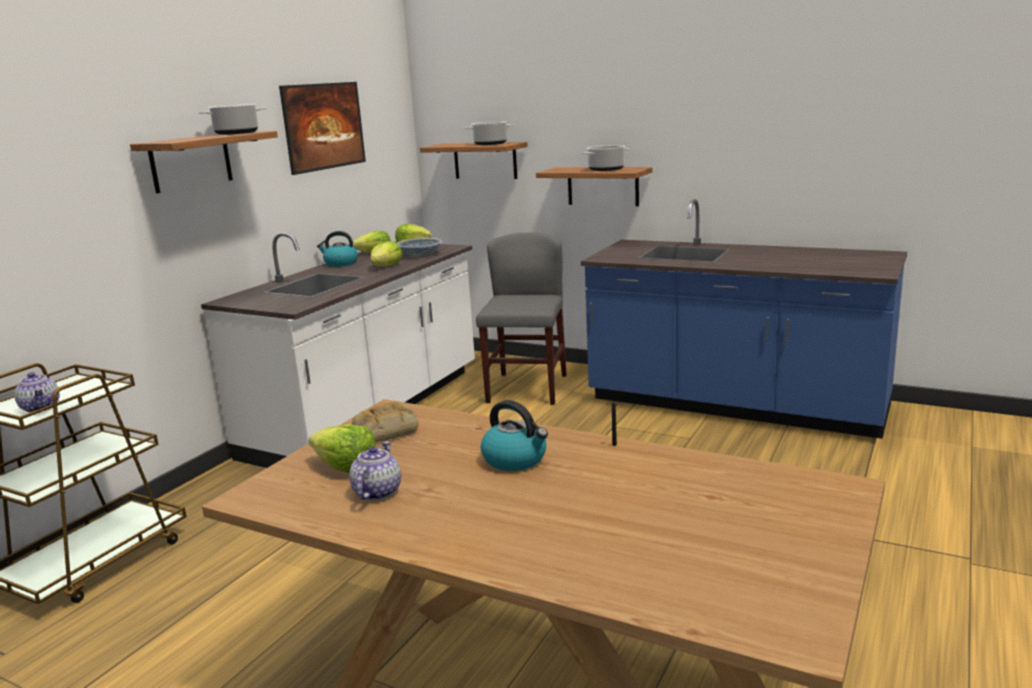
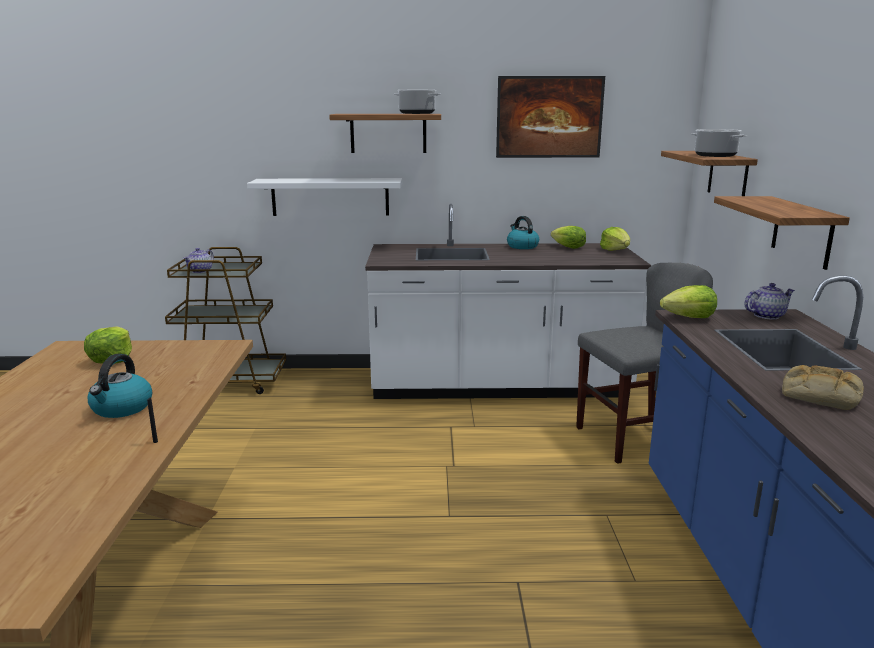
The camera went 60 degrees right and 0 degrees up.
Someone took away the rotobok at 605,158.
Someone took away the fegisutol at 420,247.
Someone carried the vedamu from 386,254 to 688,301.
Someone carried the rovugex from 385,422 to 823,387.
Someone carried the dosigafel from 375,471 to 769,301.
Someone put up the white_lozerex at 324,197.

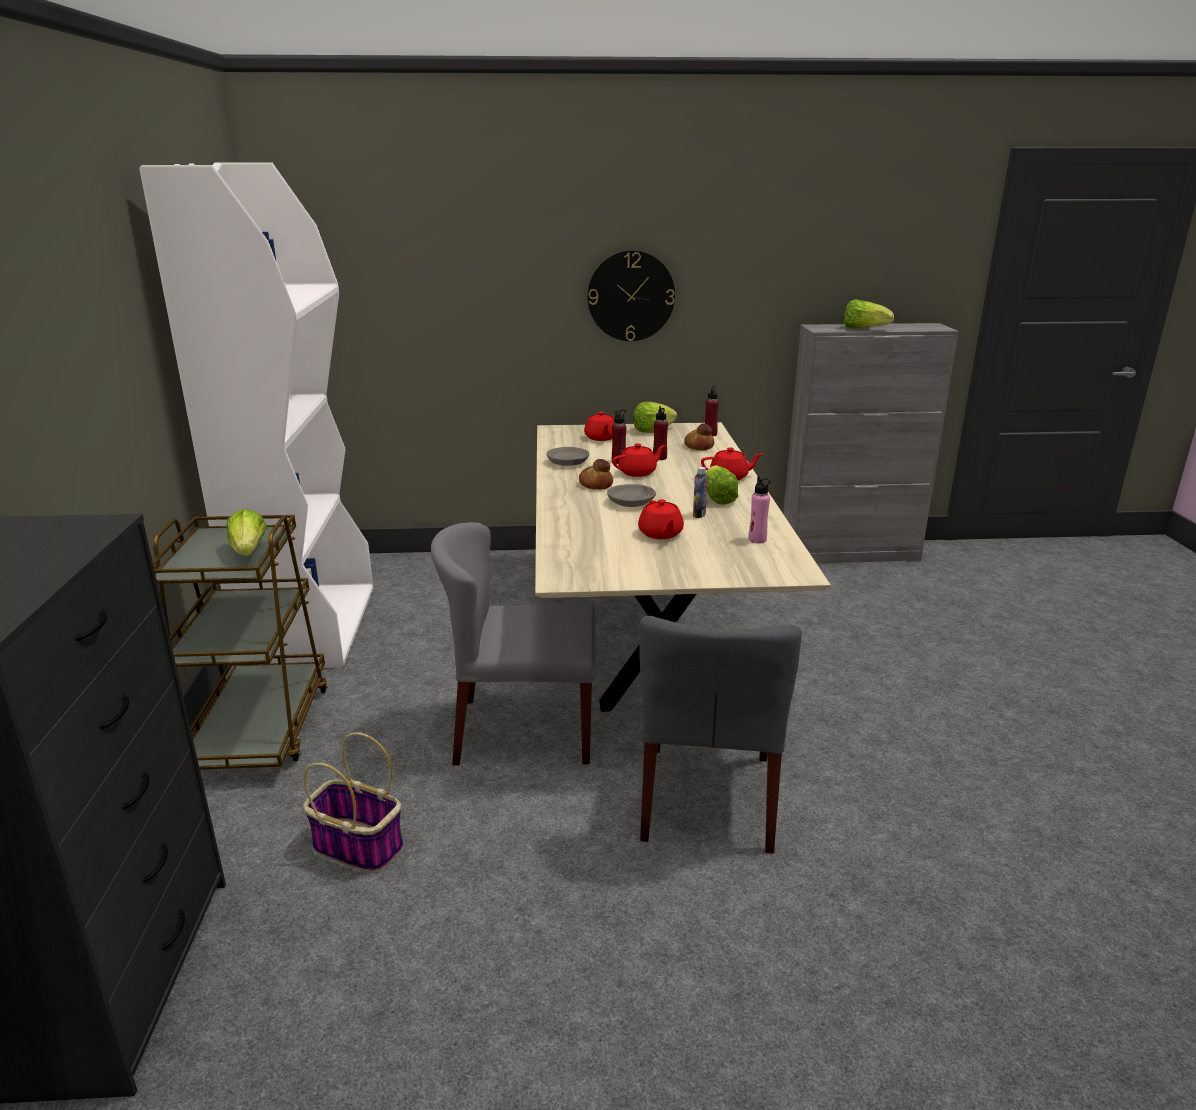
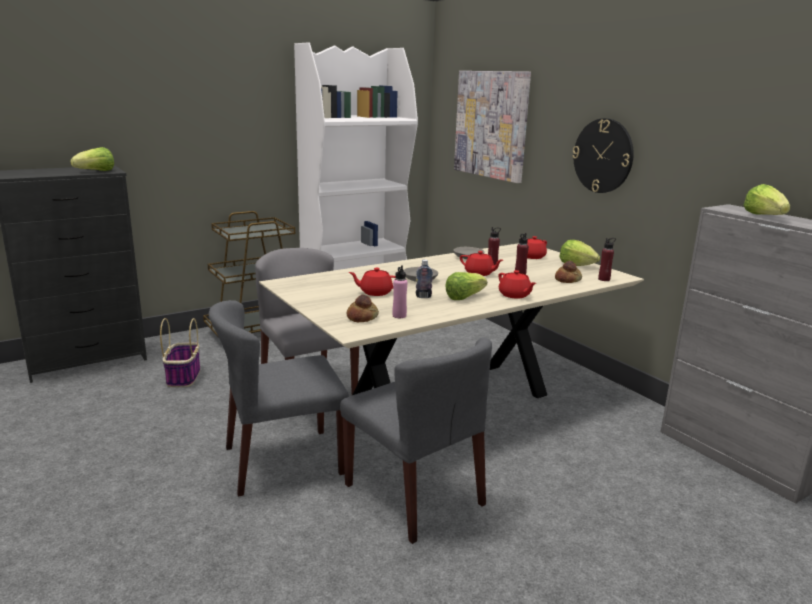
The camera went 60 degrees right and 5 degrees down.
Someone carried the rovugex from 596,474 to 363,308.
Someone rotated the red_dosigafel at 661,519 by 45 degrees clockwise.
Someone carried the vedamu from 246,532 to 92,159.
Someone put up the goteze at 492,127.
Someone put down the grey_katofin at 416,440.

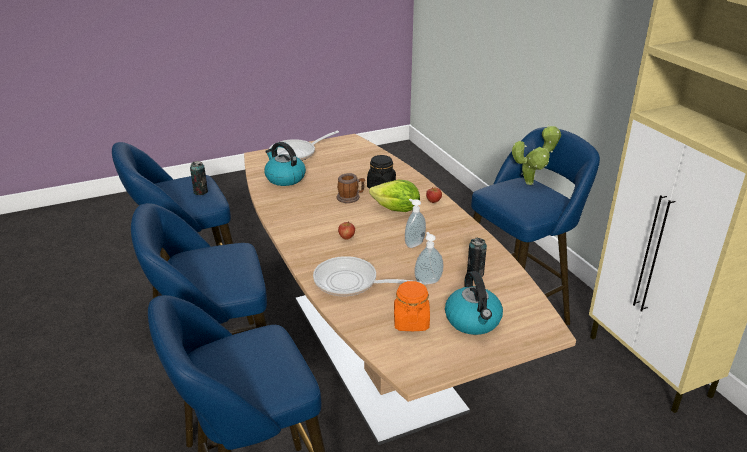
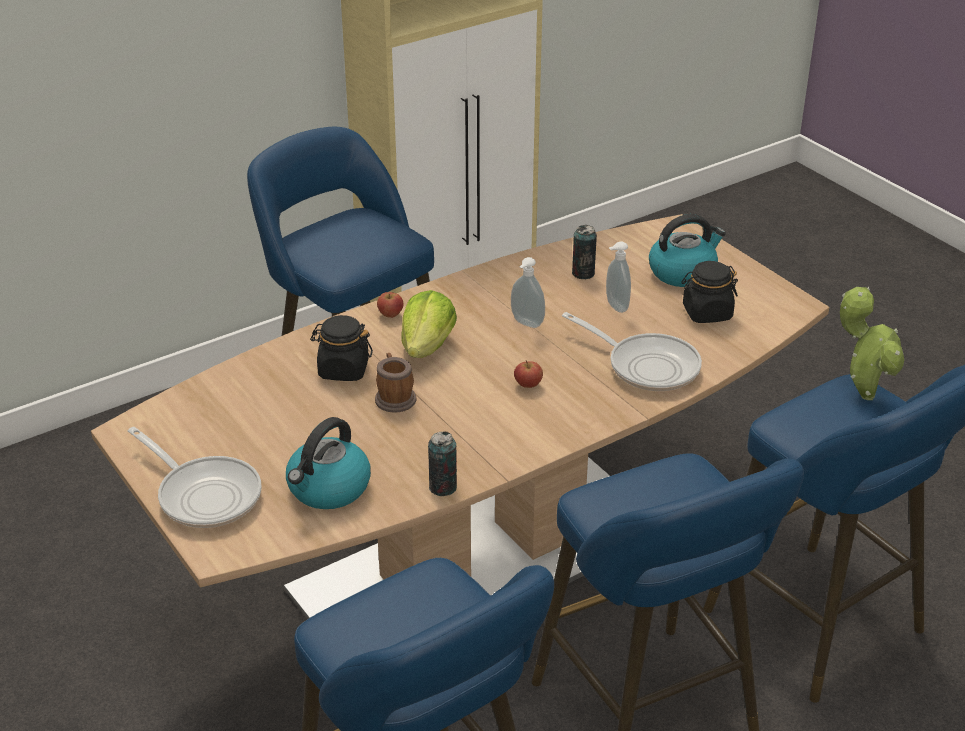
The camera went 100 degrees left and 5 degrees up.
Someone carried the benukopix from 536,155 to 872,343.
Someone carried the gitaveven from 199,178 to 442,463.
Someone rotated the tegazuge at 367,276 by 60 degrees counterclockwise.
Someone repainted the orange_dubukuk at 412,306, which became the black_dubukuk at 709,292.

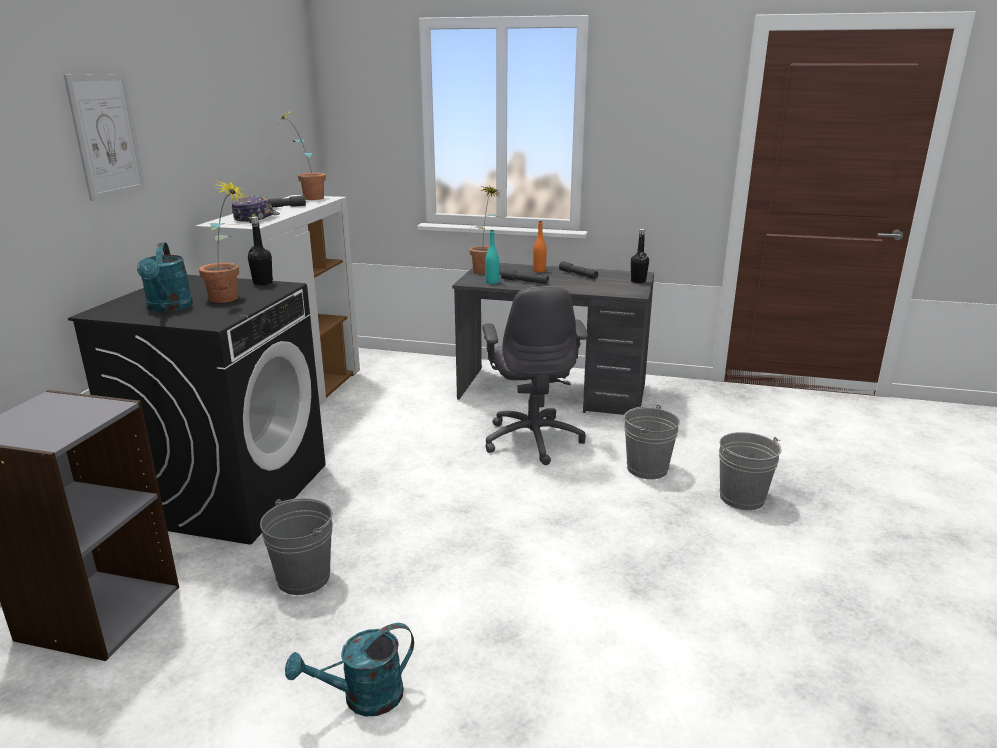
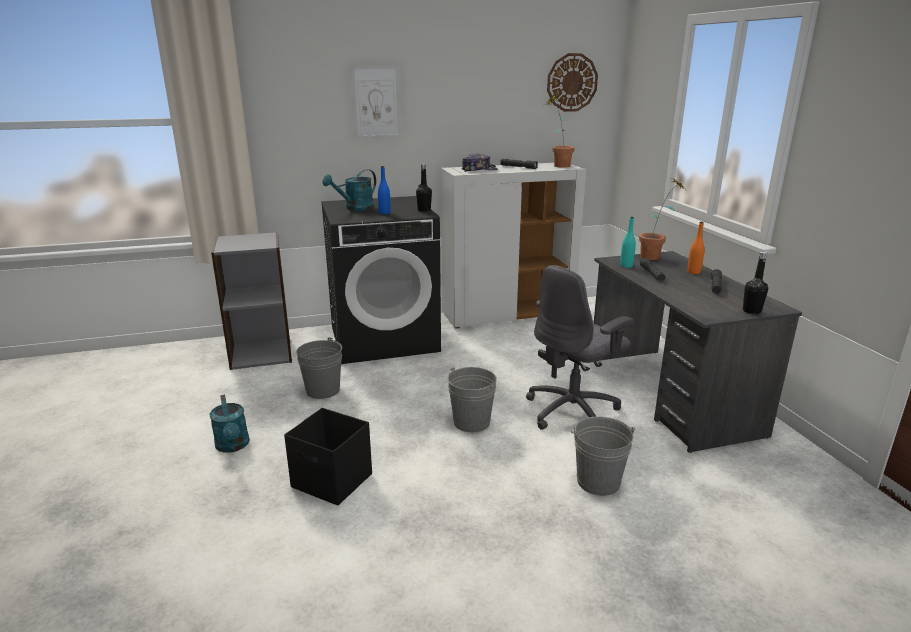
The camera went 60 degrees right and 0 degrees up.
Someone swapped the benukopix at 224,241 for the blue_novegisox at 384,190.
Someone carried the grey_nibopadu from 750,471 to 472,399.
Someone rotated the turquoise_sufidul at 349,669 by 150 degrees counterclockwise.
Someone put up the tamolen at 572,82.
Someone put down the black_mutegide at 328,457.

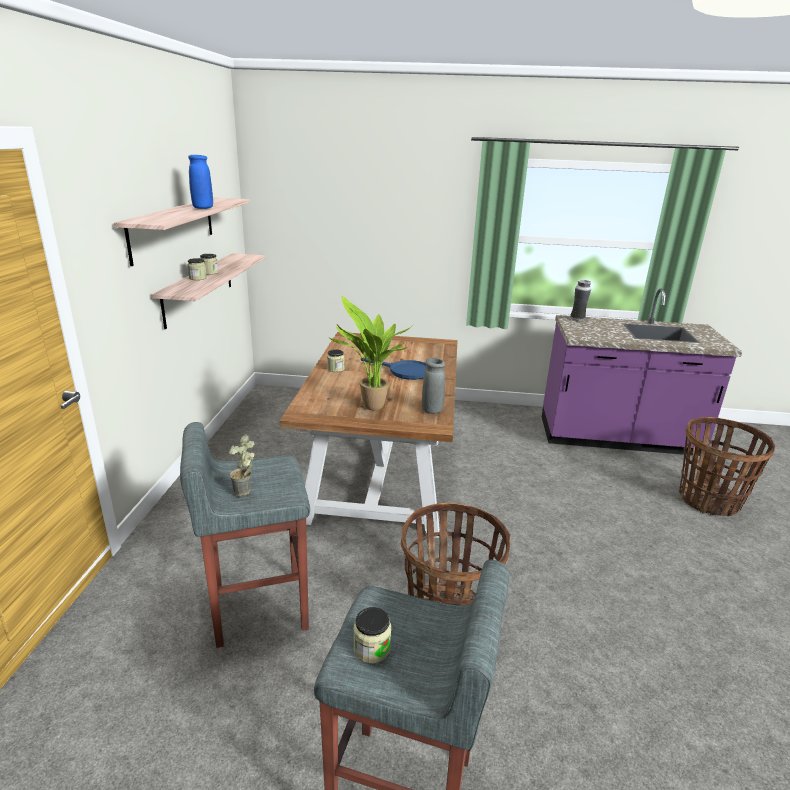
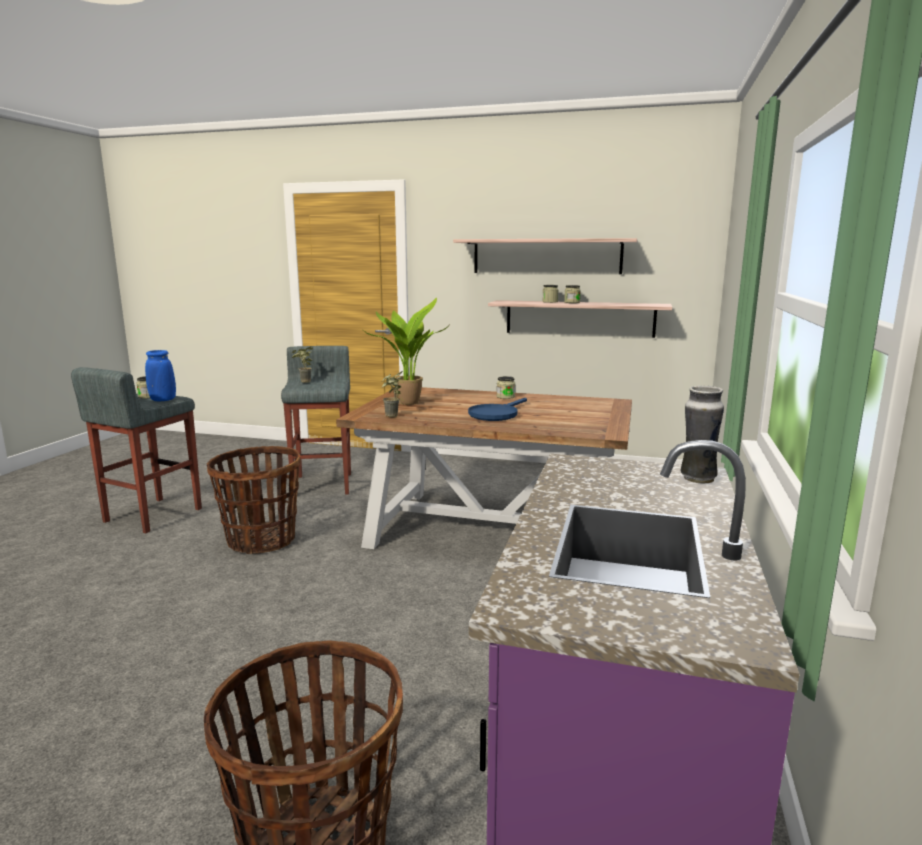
The camera went 100 degrees right and 10 degrees down.
Someone carried the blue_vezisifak from 200,182 to 160,375.
Someone swapped the grey_vezisifak at 433,386 for the benukopix at 392,393.

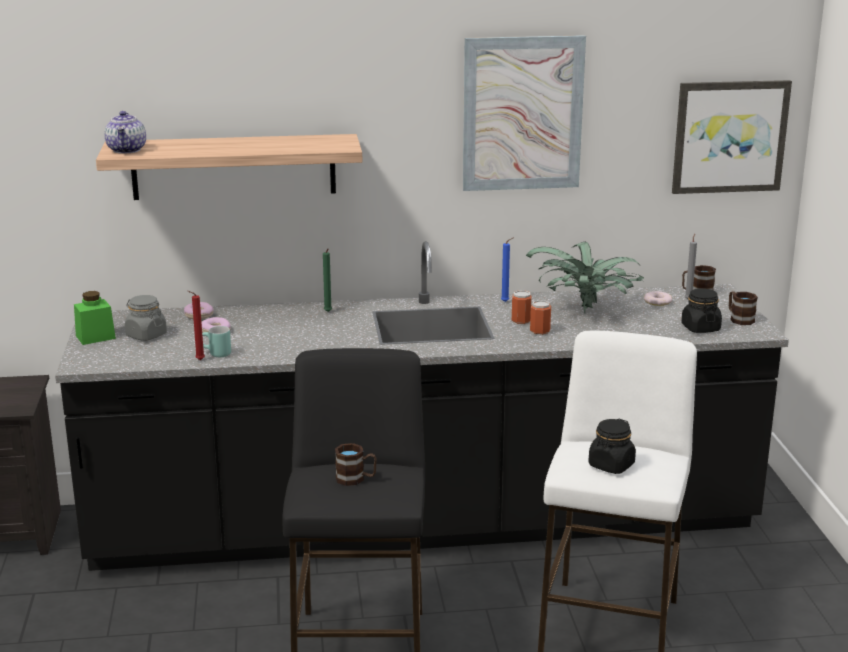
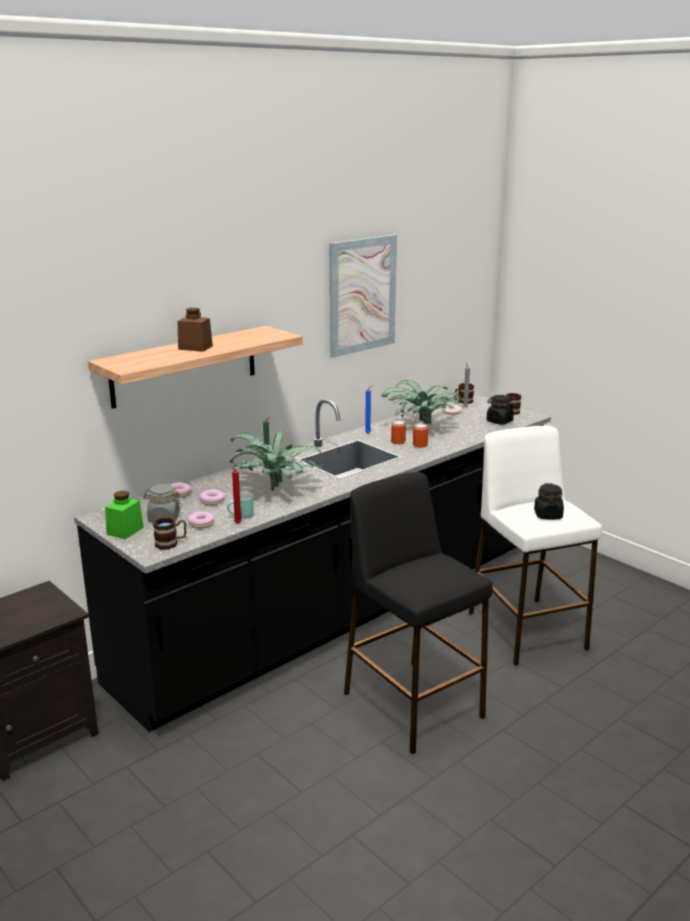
The camera went 35 degrees left and 0 degrees up.
Someone took away the goteze at 732,137.
Someone took away the dosigafel at 125,132.
Someone carried the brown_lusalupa from 356,464 to 169,533.
Someone put down the brown_dubukuk at 195,330.
Someone put down the benukopix at 275,461.
Someone put down the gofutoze at 200,520.

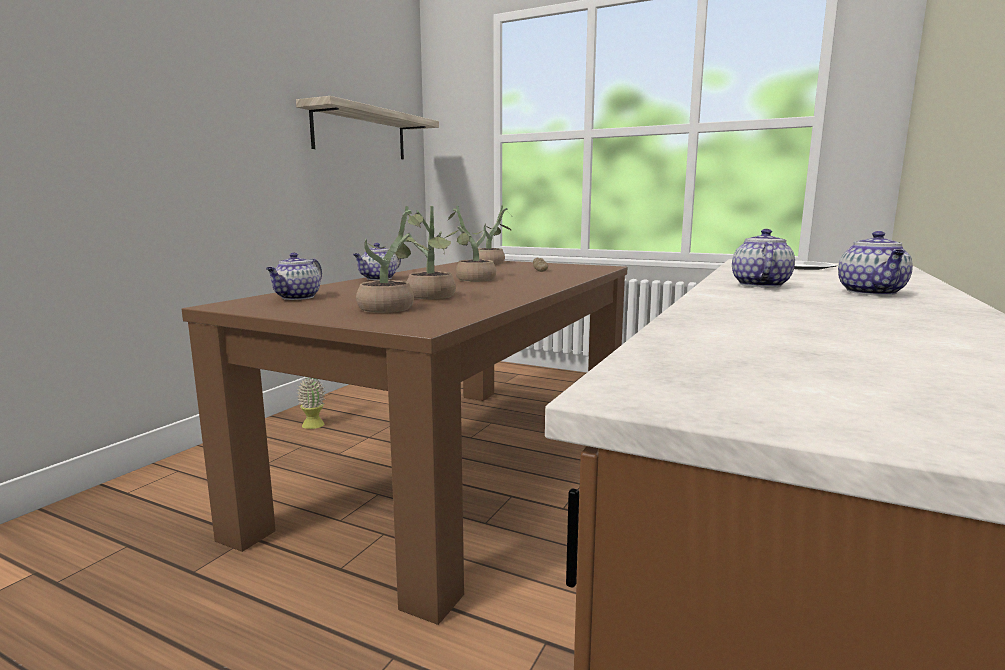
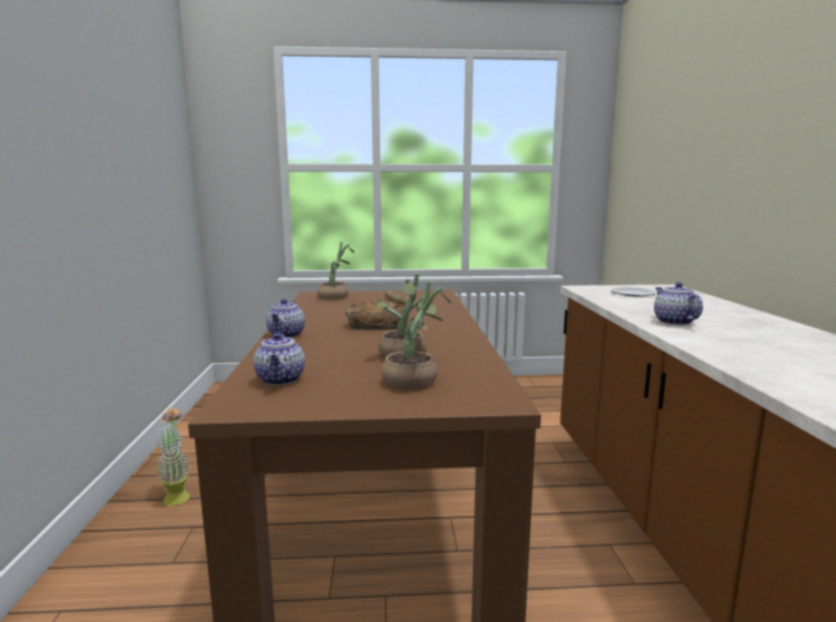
The camera went 30 degrees left and 0 degrees up.
Someone took away the lozerex at 367,127.
Someone swapped the benukopix at 470,244 for the rovugex at 373,315.
Someone took away the dosigafel at 875,263.

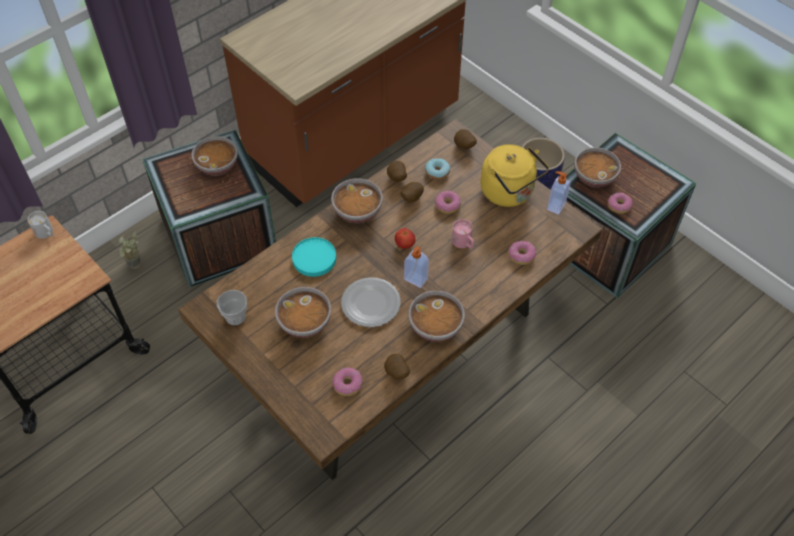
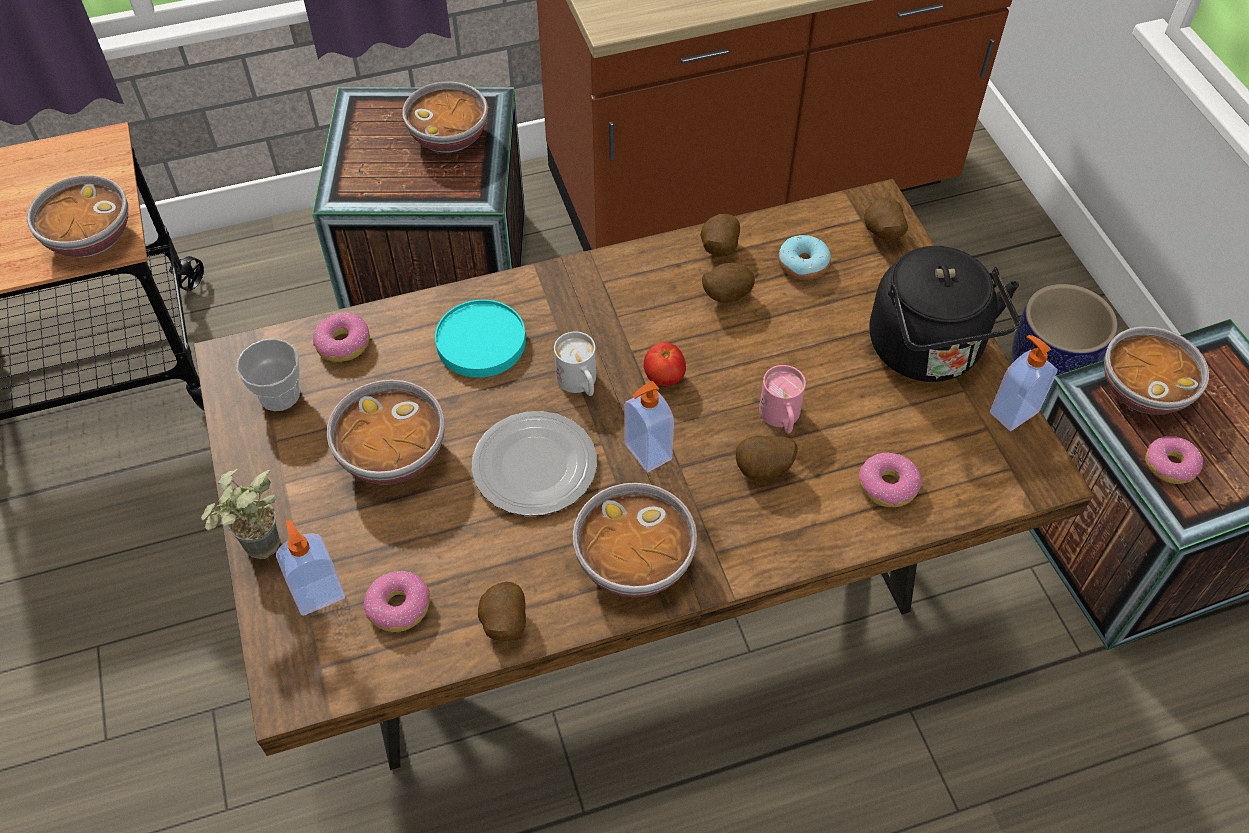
The camera went 25 degrees right and 0 degrees up.
Someone repainted the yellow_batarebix at 515,175, which became the black_batarebix at 945,314.
Someone carried the fegisutol from 357,200 to 77,216.
Someone carried the gofutoze from 448,202 to 341,337.
Someone carried the white_lusalupa from 40,225 to 575,363.
Someone carried the benukopix from 130,250 to 240,514.
Someone put down the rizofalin at 767,458.
Someone put down the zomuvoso at 310,568.

